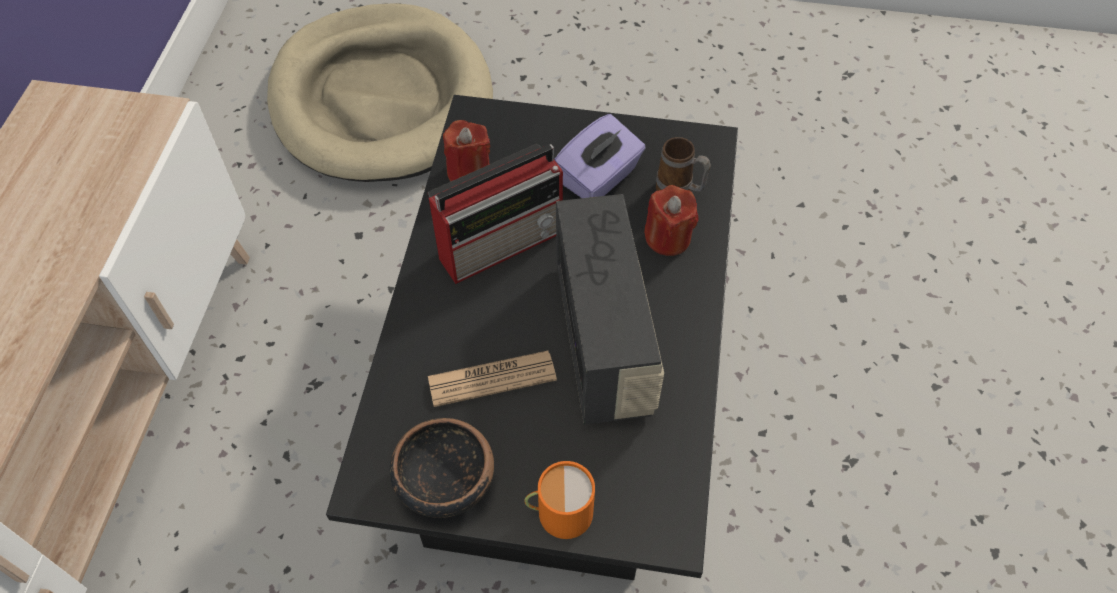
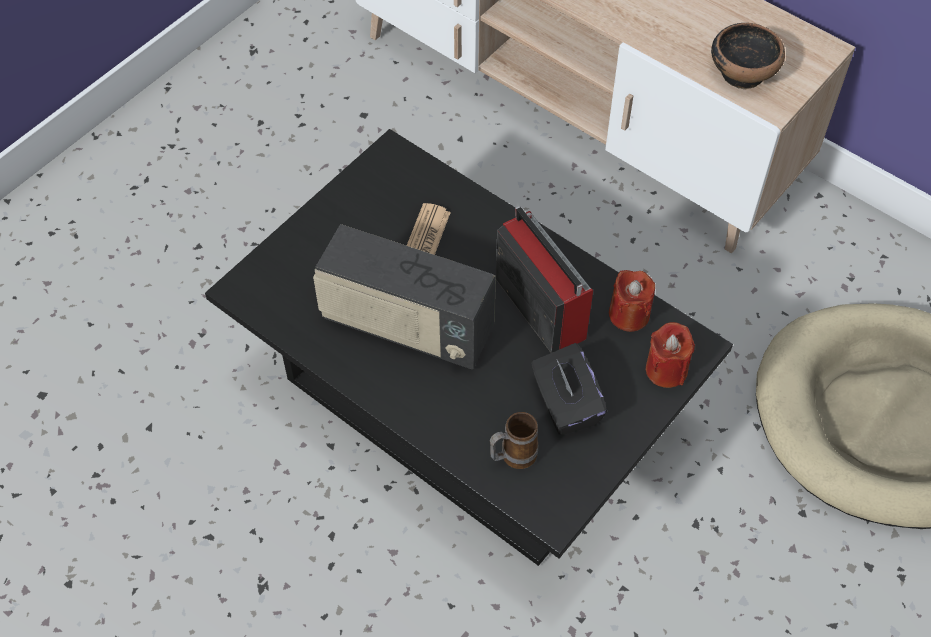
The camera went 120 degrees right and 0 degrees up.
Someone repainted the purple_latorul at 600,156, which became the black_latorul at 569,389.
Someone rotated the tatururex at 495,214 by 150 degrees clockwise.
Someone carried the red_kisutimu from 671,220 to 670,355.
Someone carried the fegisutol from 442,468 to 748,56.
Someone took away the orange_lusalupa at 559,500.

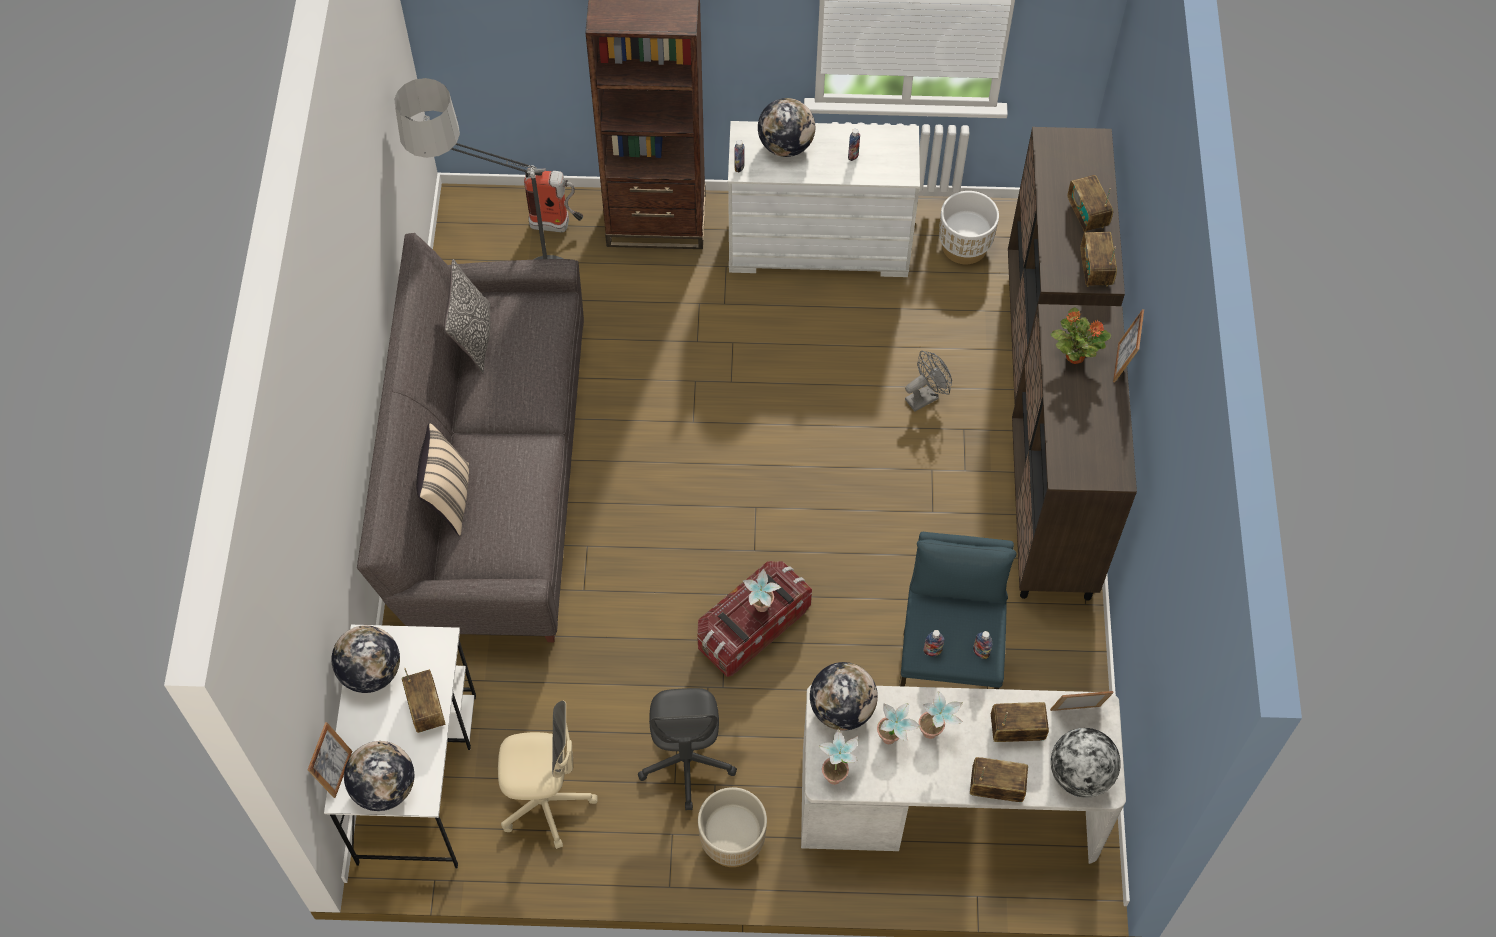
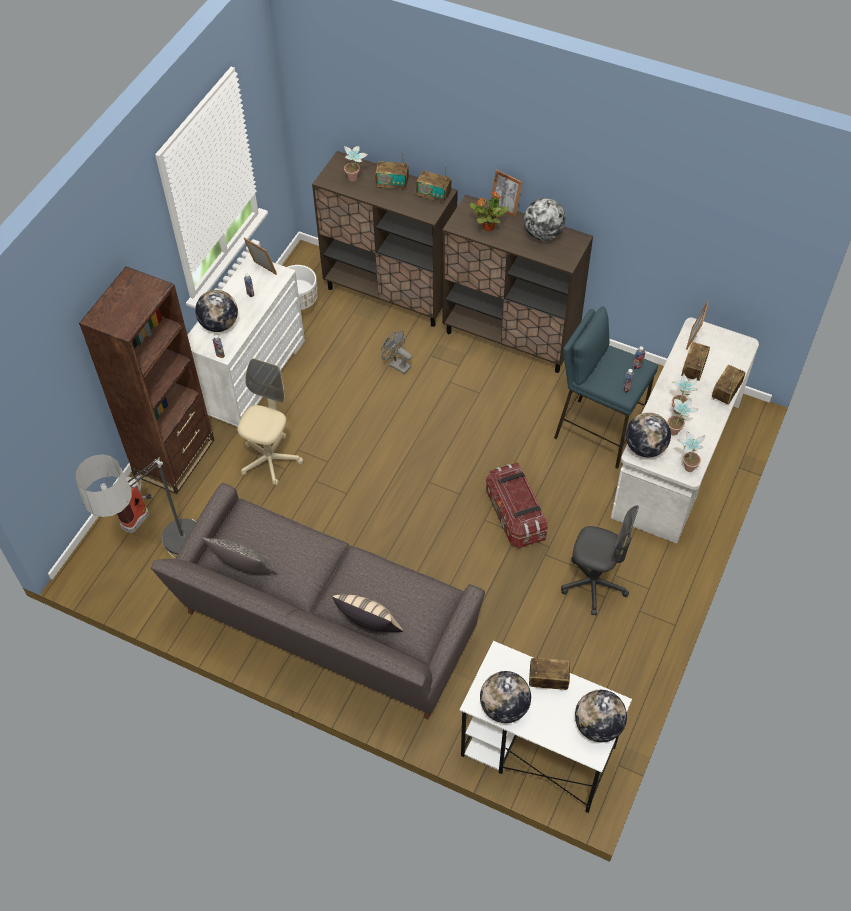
The camera went 65 degrees left and 5 degrees down.
Someone rotated the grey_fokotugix at 928,381 by 45 degrees counterclockwise.
Someone carried the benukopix from 762,590 to 356,164.
Someone carried the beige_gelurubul from 547,774 to 270,422.
Someone carried the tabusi from 330,760 to 260,256.
Someone carried the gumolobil from 1086,763 to 545,219.
Someone took away the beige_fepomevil at 732,827.

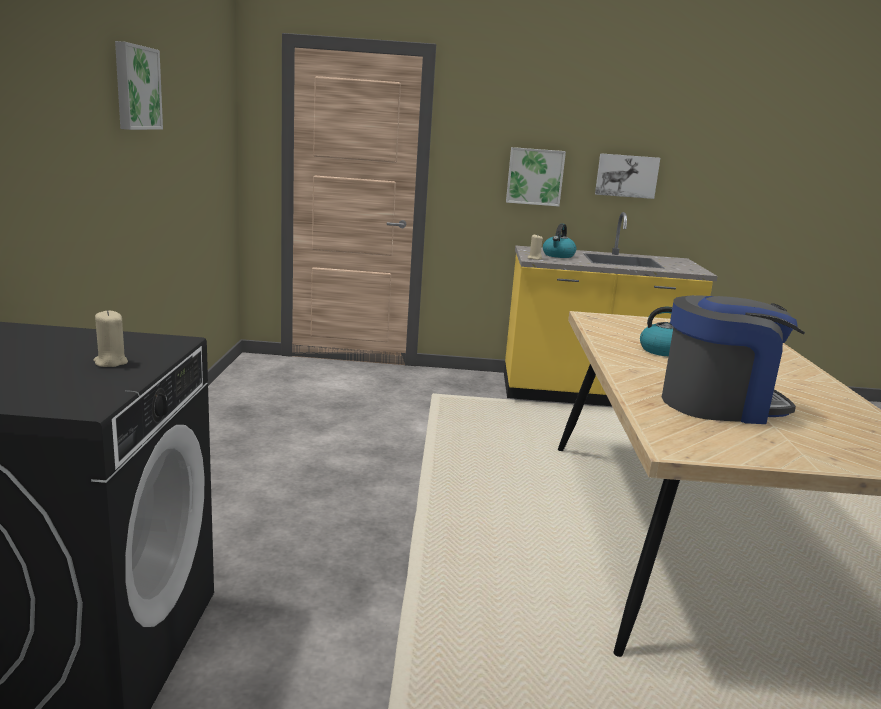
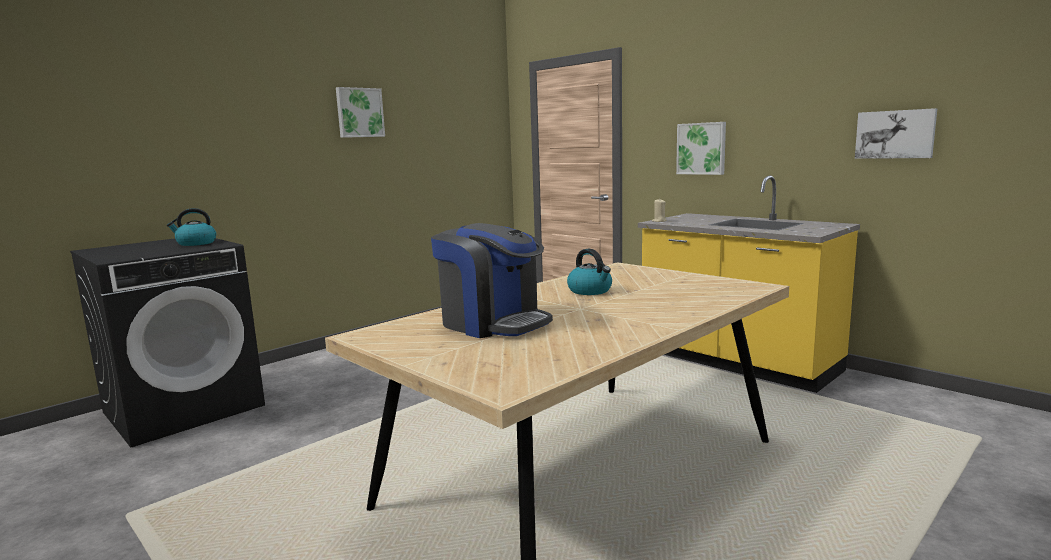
The camera went 45 degrees right and 5 degrees down.
Someone carried the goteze from 627,176 to 896,133.
Someone carried the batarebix from 559,241 to 191,227.
Someone took away the beige_kisutimu at 110,338.

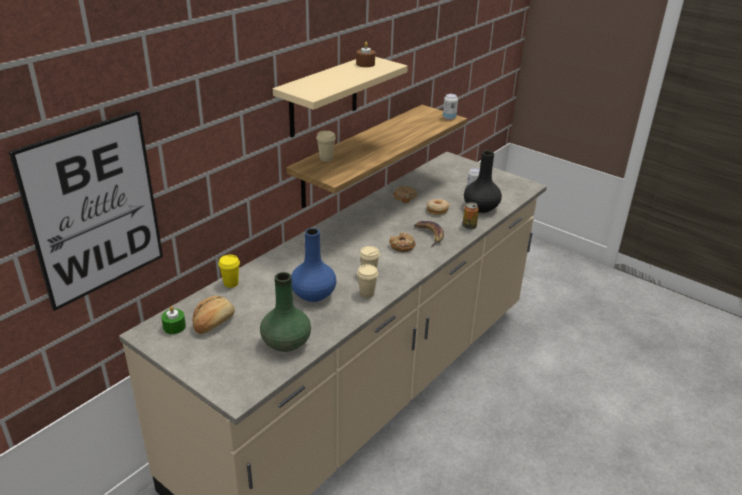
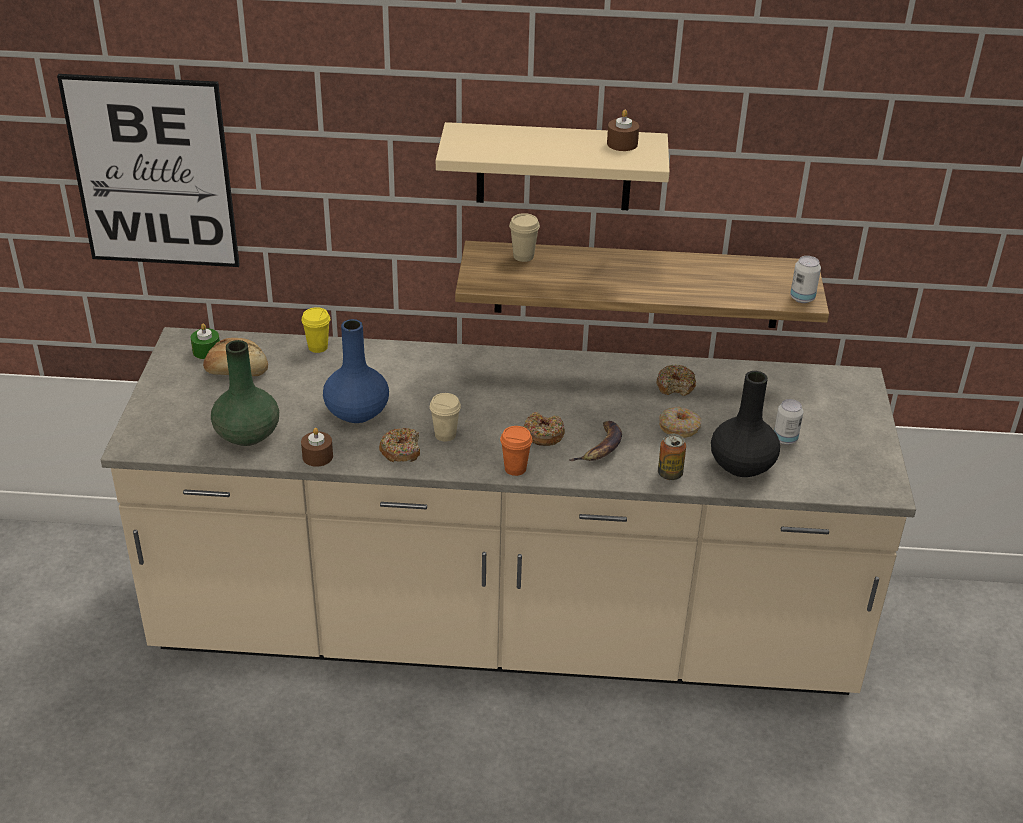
The camera went 55 degrees right and 5 degrees up.
Someone swapped the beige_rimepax at 367,281 for the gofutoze at 399,445.
Someone put down the orange_rimepax at 516,451.
Someone put down the brown_kisutimu at 317,447.

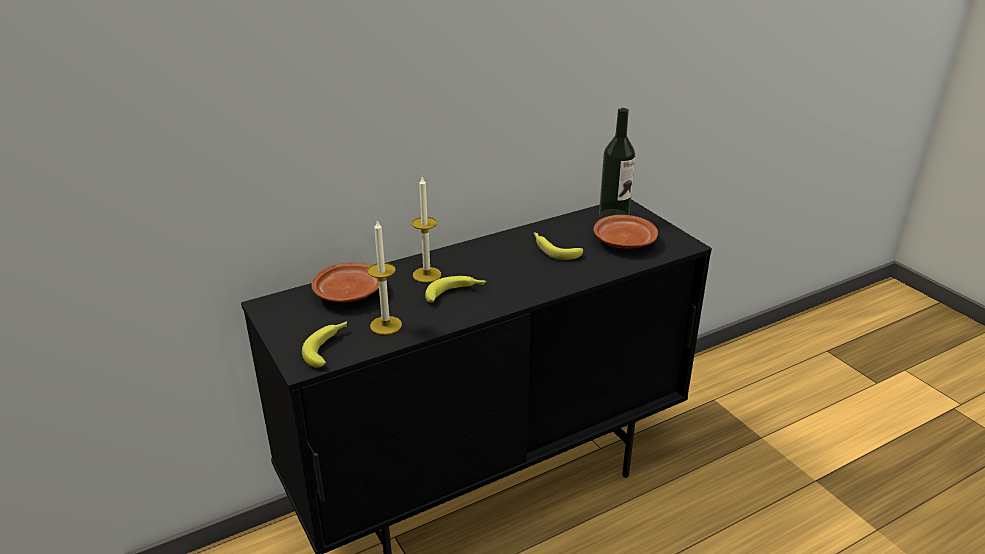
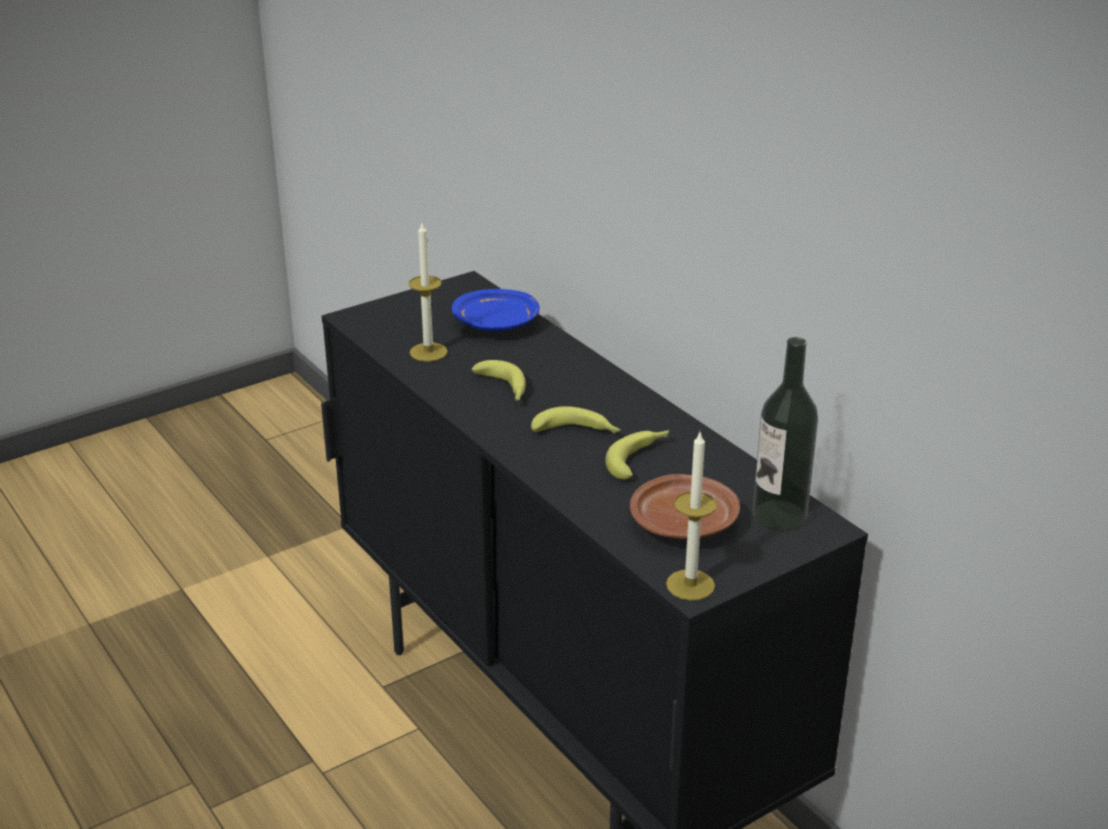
The camera went 85 degrees right and 0 degrees up.
Someone carried the kisutimu from 426,229 to 691,516.
Someone repainted the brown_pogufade at 345,282, which became the blue_pogufade at 495,310.
Someone carried the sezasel from 324,344 to 576,419.

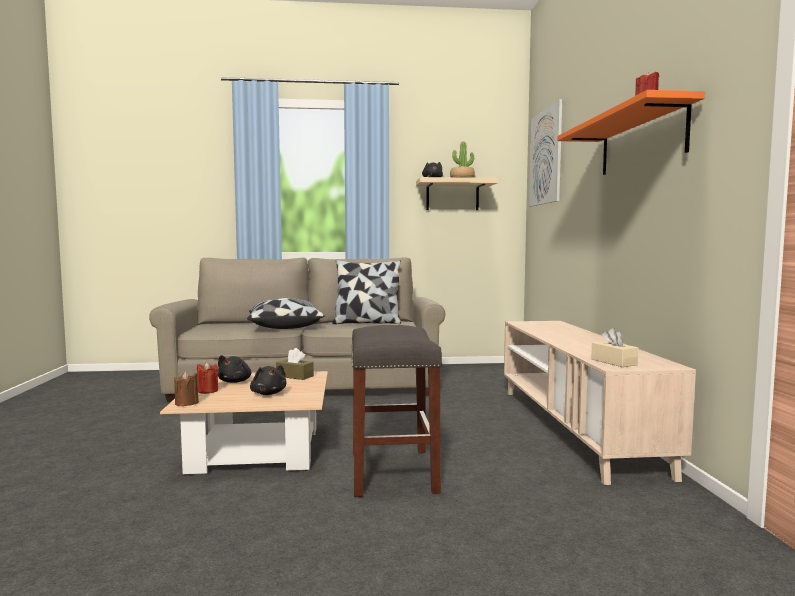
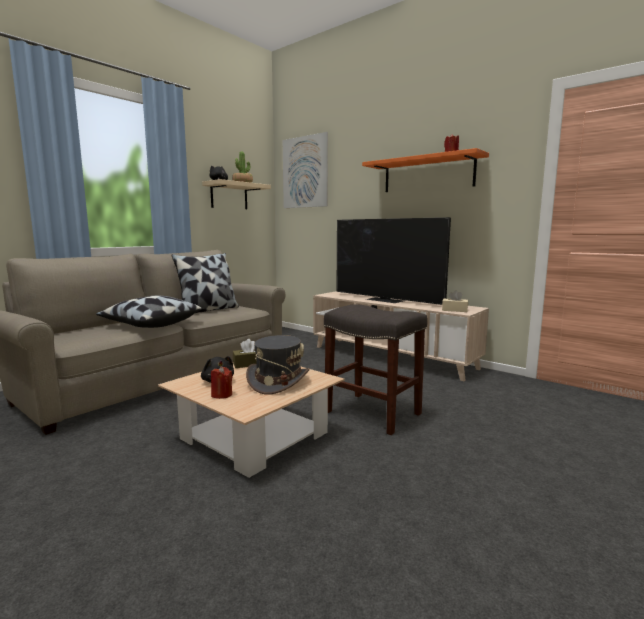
The camera went 45 degrees left and 5 degrees up.
Someone swapped the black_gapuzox at 268,380 for the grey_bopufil at 278,365.
Someone took away the brown_kisutimu at 186,388.
Someone put down the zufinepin at 393,261.

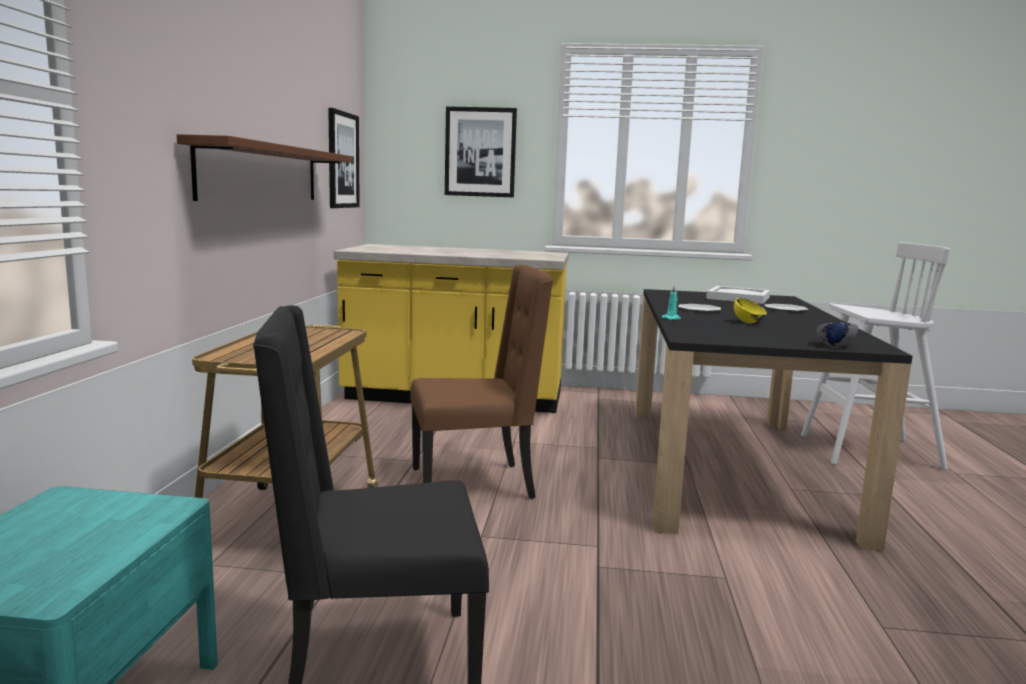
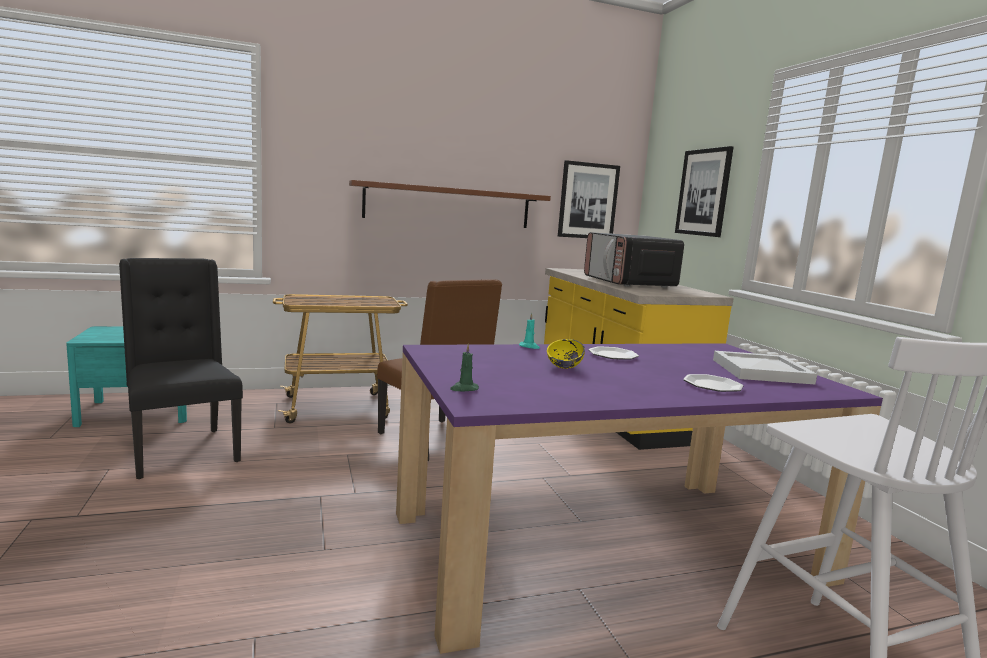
The camera went 65 degrees right and 0 degrees up.
Someone repainted the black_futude at 773,420, which became the purple_futude at 639,498.
Someone swapped the grey_fegisutol at 837,334 for the green_kisutimu at 464,367.
Someone put down the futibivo at 634,260.

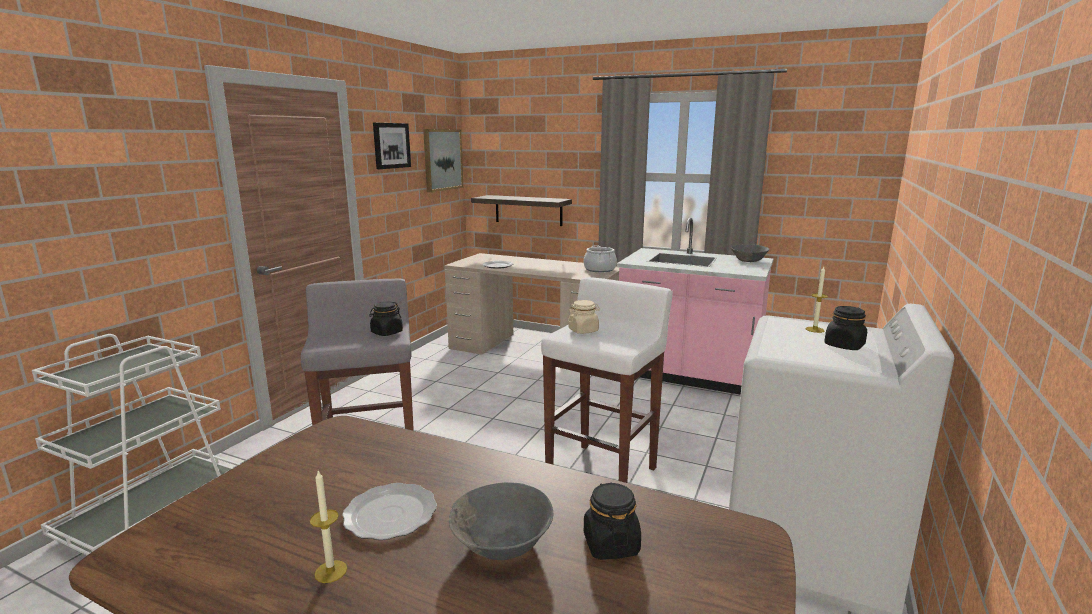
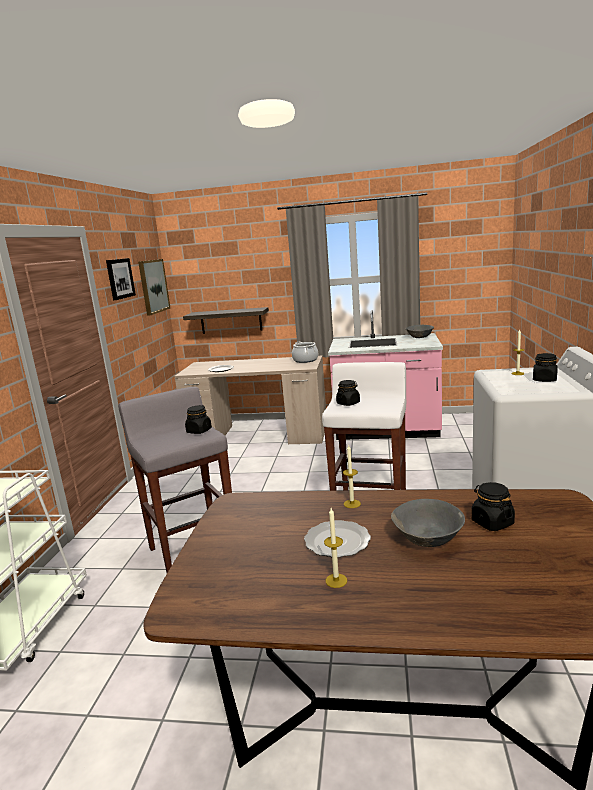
The camera went 15 degrees left and 0 degrees up.
Someone repainted the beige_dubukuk at 584,317, which became the black_dubukuk at 348,393.
Someone put down the kisutimu at 352,476.

